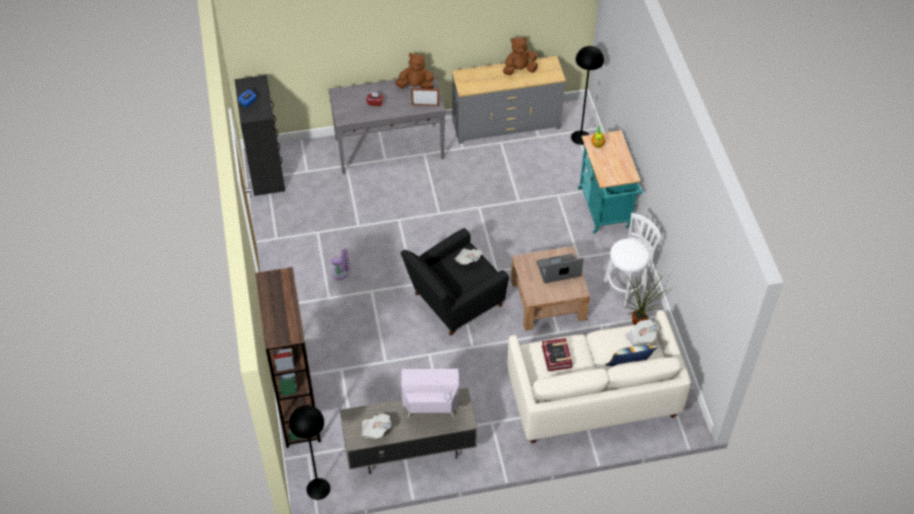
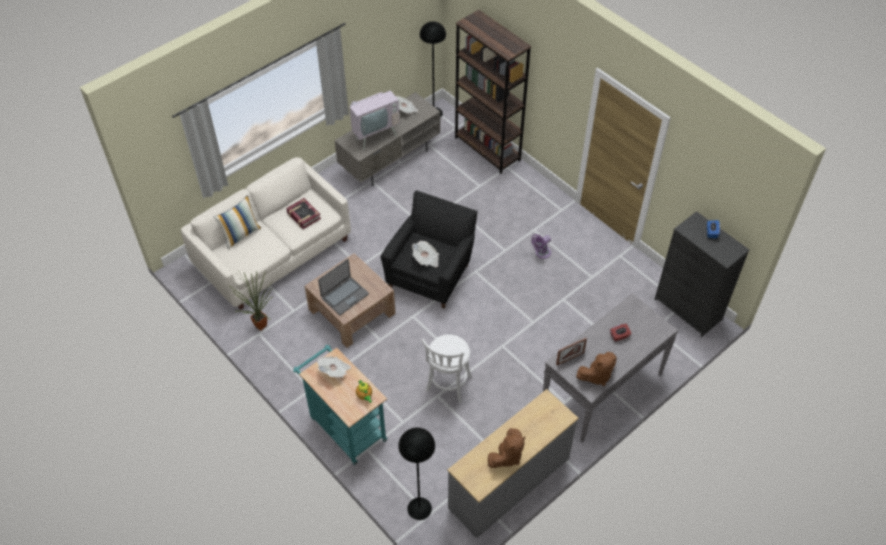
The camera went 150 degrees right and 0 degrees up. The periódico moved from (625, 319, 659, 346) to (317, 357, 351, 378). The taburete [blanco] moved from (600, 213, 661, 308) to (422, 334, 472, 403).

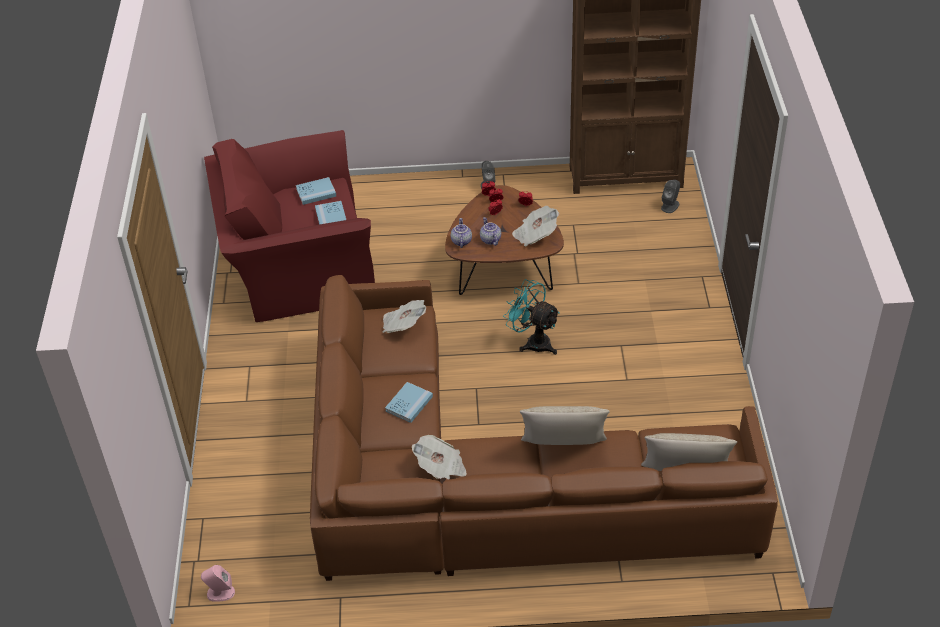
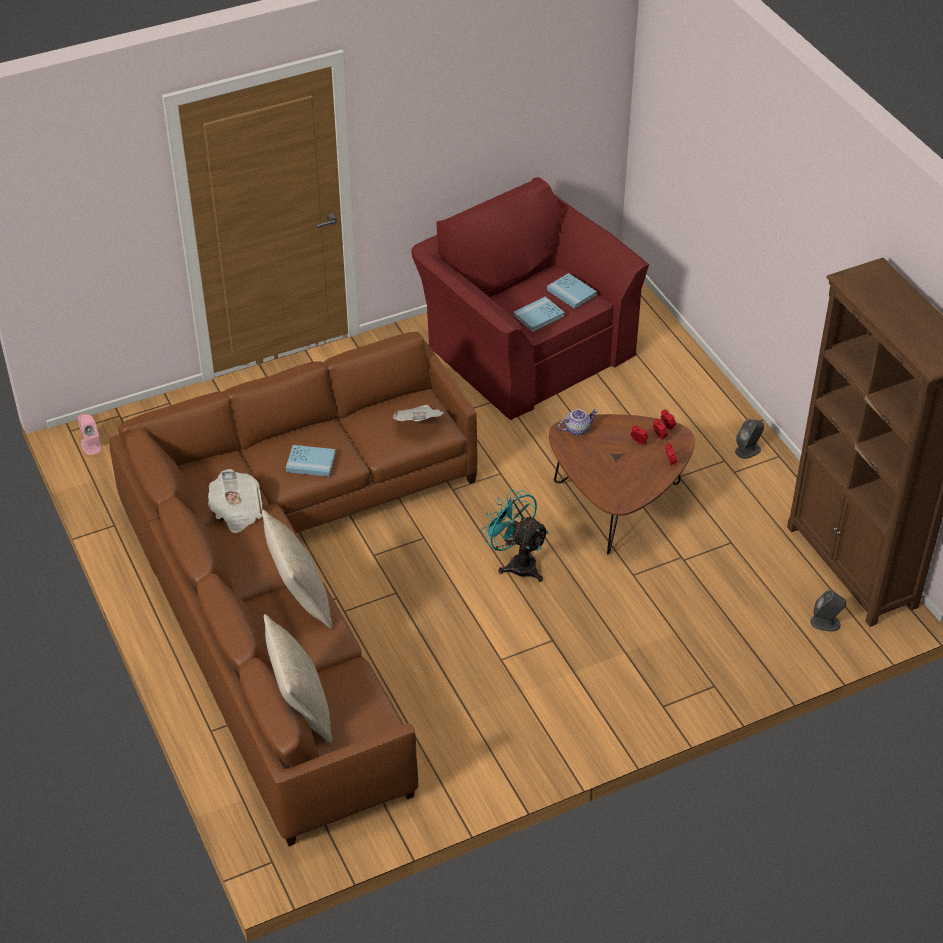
The camera went 65 degrees right and 0 degrees up. The ventilador [turquesa] at (503, 279, 560, 355) turned 60 degrees counterclockwise. The tetera at (480, 217, 501, 246) disappeared. The periódico at (512, 206, 559, 247) disappeared.

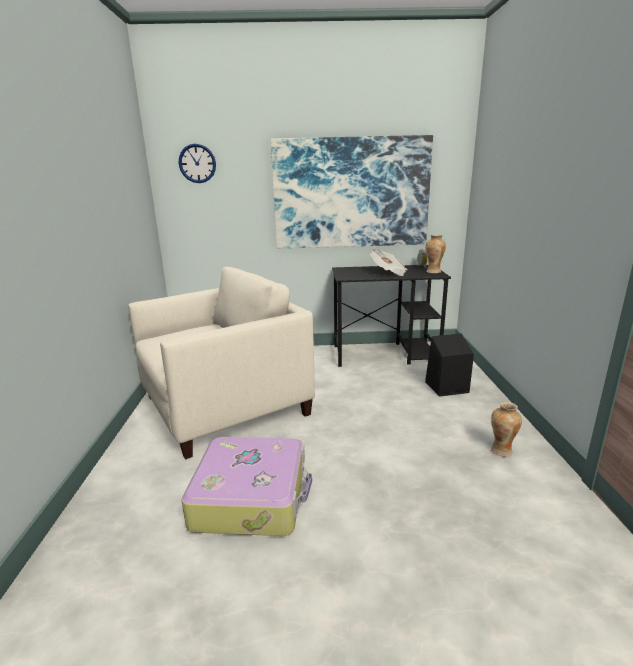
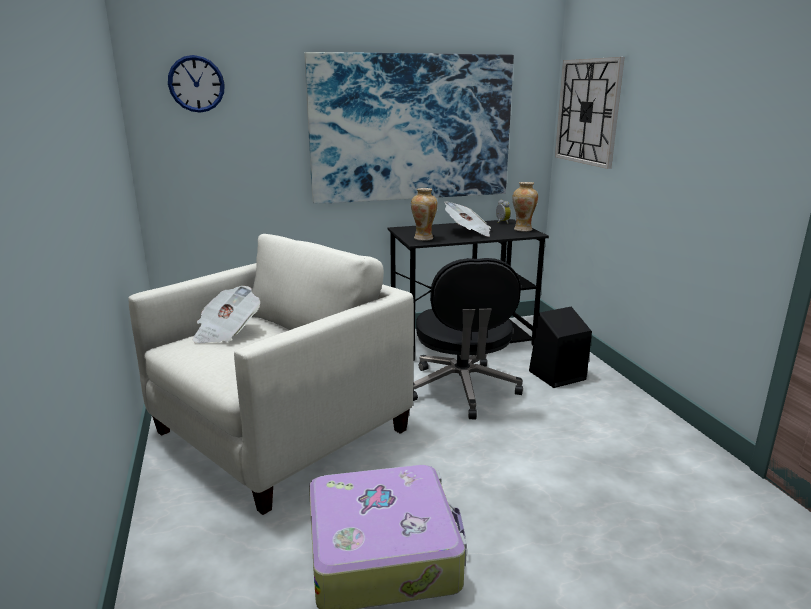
The camera went 15 degrees left and 0 degrees up. The periódico at (192, 286, 260, 343) appeared. The florero moved from (491, 402, 522, 457) to (411, 188, 438, 241). The silla de oficina [negro] at (413, 258, 523, 420) appeared. The reloj de pared at (555, 57, 625, 169) appeared.

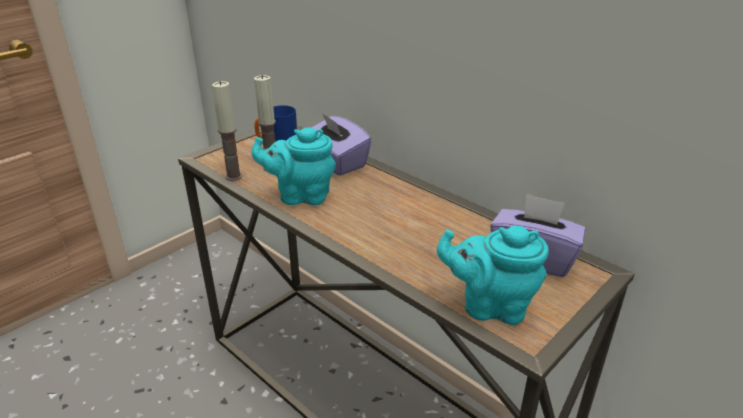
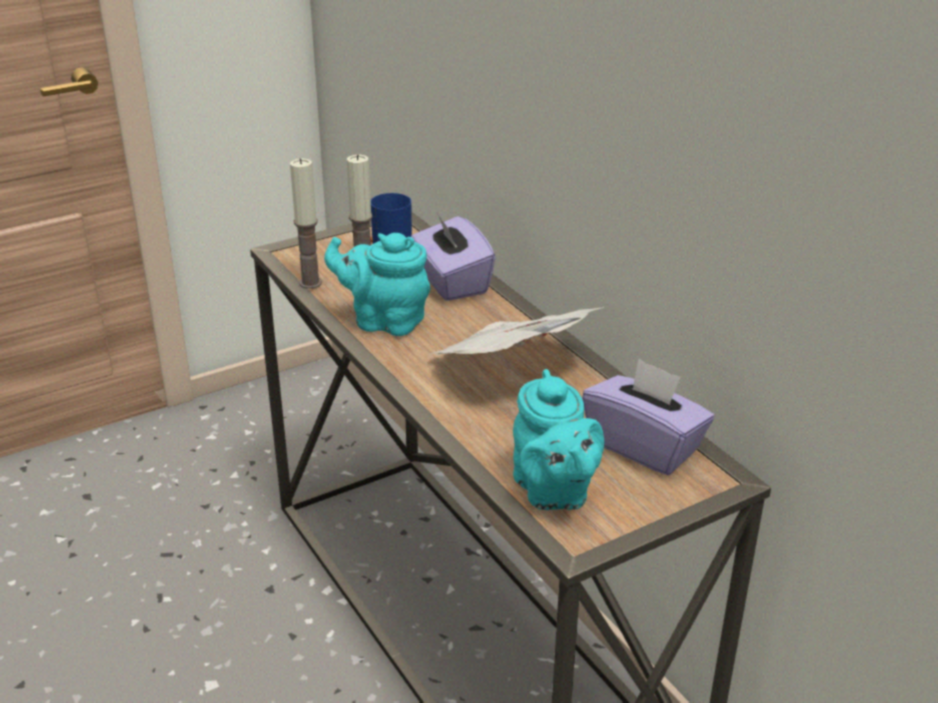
The camera went 15 degrees right and 0 degrees up. The periódico at (430, 307, 604, 355) appeared. The tetera [turquesa] at (437, 226, 549, 325) turned 135 degrees counterclockwise.

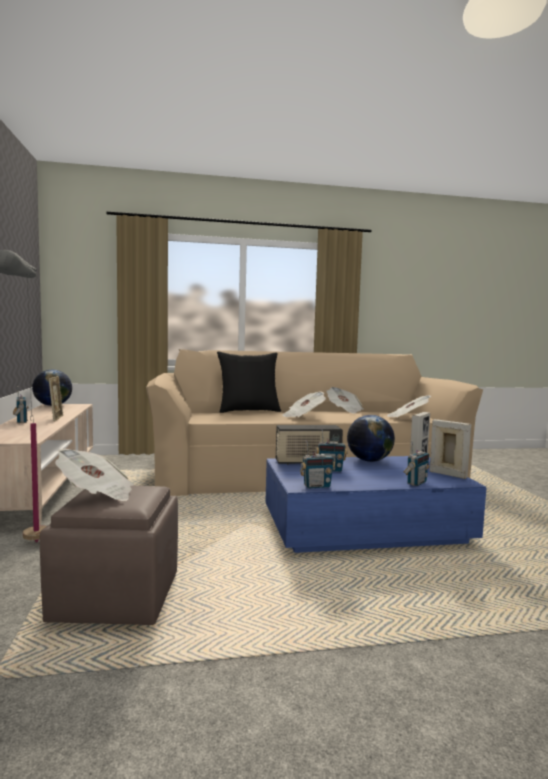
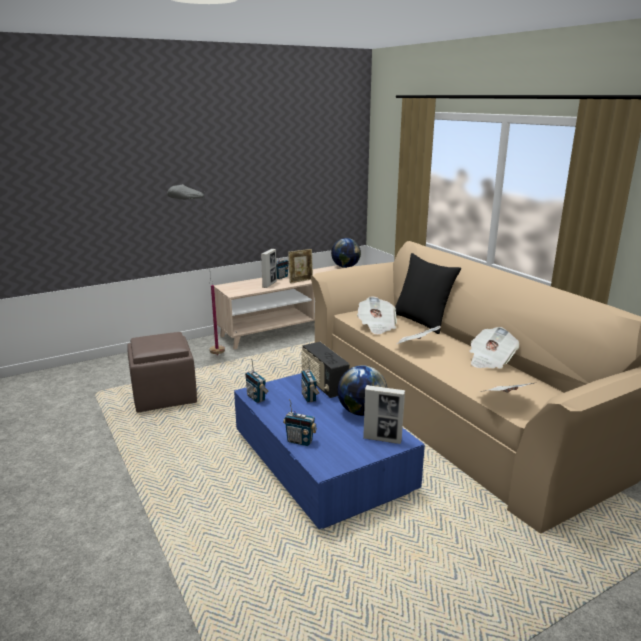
The camera went 70 degrees right and 15 degrees up. The portarretratos moved from (430, 419, 471, 479) to (261, 249, 277, 288). The periódico moved from (55, 449, 134, 501) to (357, 297, 397, 335).

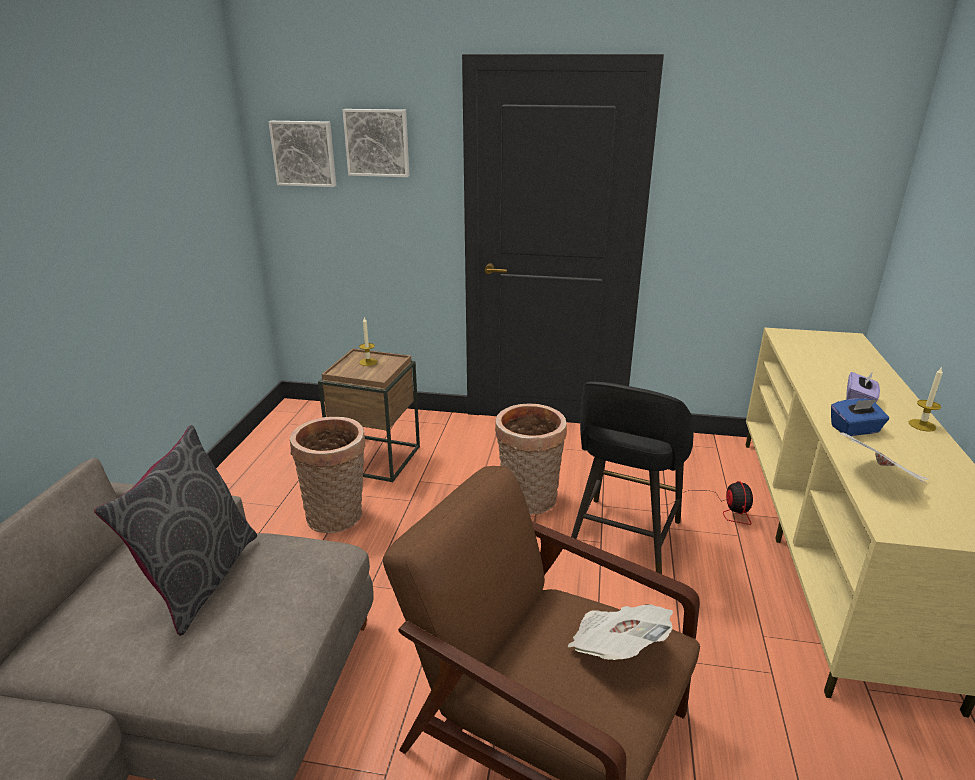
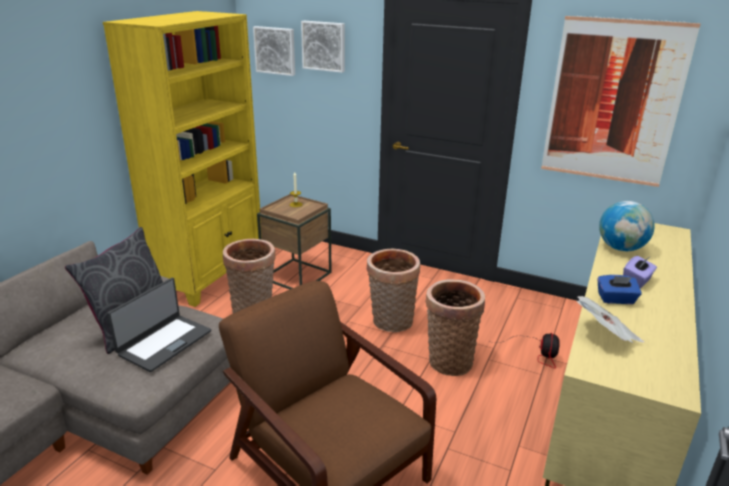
The camera went 15 degrees right and 0 degrees up. The estantería [amarillo] at (103, 11, 262, 307) appeared. The portátil at (107, 278, 211, 372) appeared. The taburete [negro] at (571, 382, 694, 574) was replaced by the cesta at (425, 279, 485, 376). The cuadro at (541, 16, 701, 187) appeared. The globo terráqueo at (599, 201, 655, 251) appeared. The periódico at (567, 604, 673, 660) disappeared. The vela at (909, 366, 943, 432) disappeared.

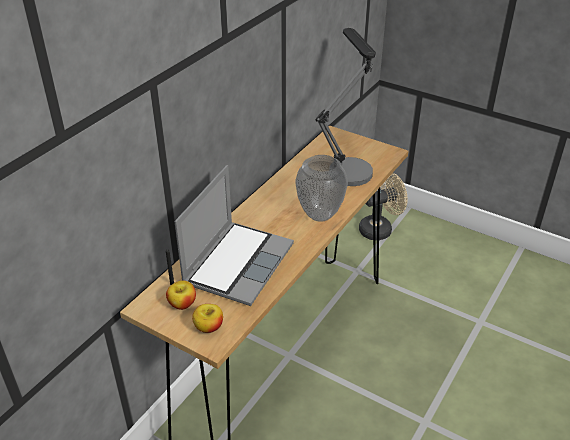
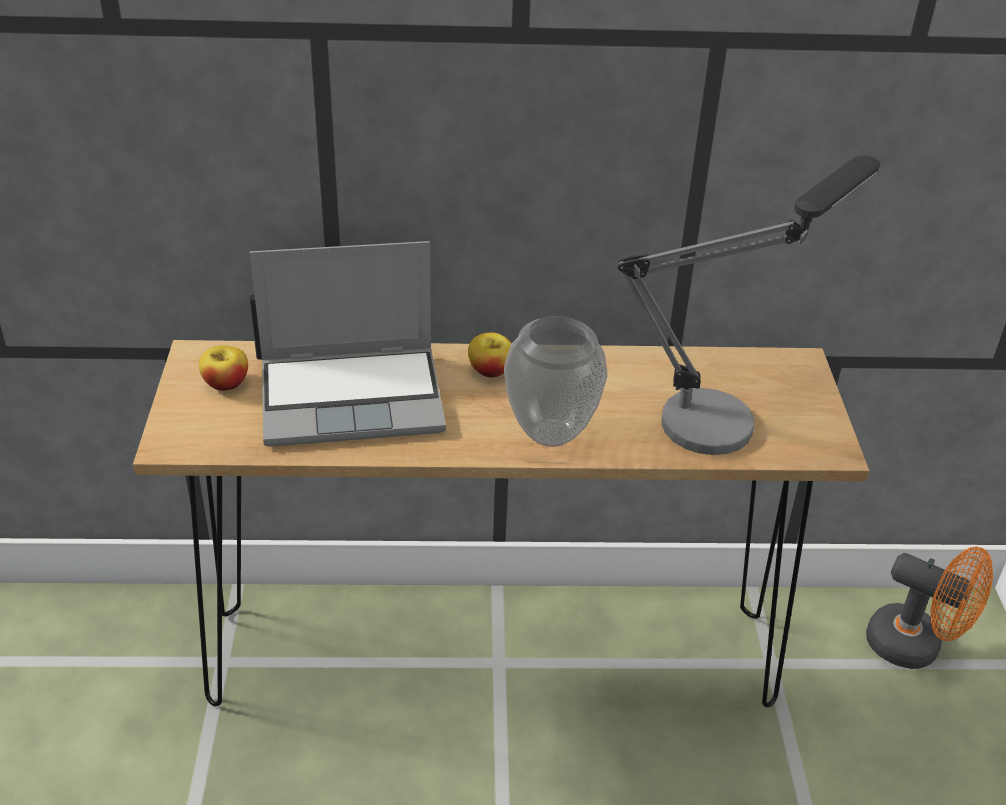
The camera went 55 degrees right and 0 degrees up. The manzana moved from (192, 304, 223, 333) to (468, 333, 512, 378). The ventilador [beis] at (359, 173, 408, 241) became the ventilador [naranja] at (866, 547, 993, 669).

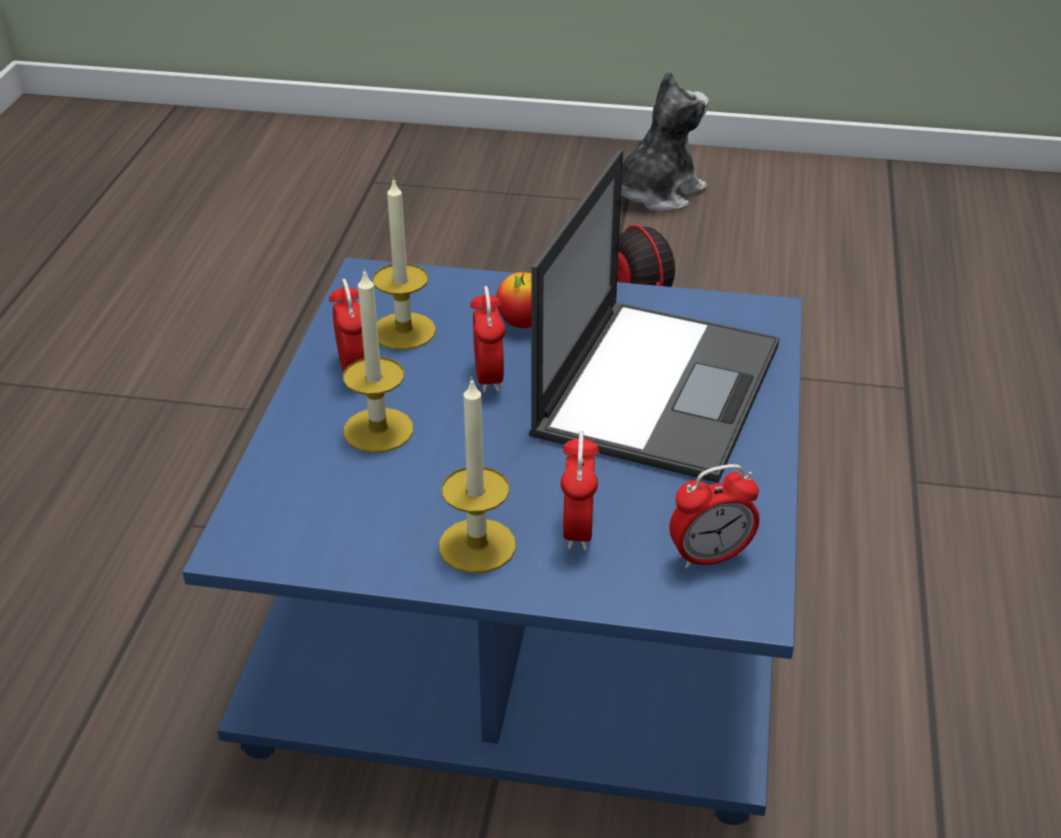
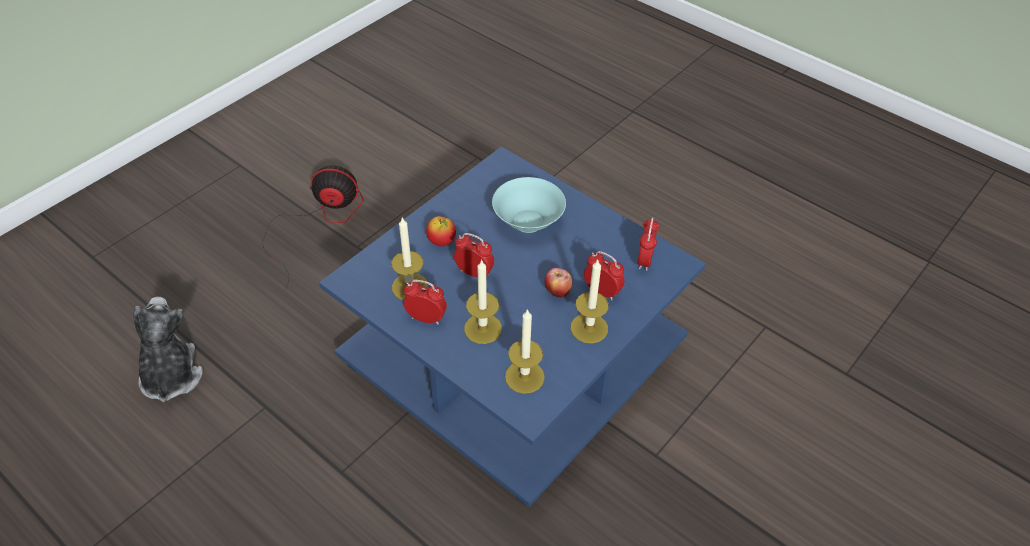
The camera went 60 degrees left and 10 degrees up. The peluche moved from (621, 70, 709, 212) to (133, 297, 203, 402). The portátil at (529, 149, 780, 483) was replaced by the cuenco [turquesa] at (492, 177, 566, 233). The vela at (505, 309, 545, 394) appeared. The manzana at (545, 268, 572, 298) appeared.

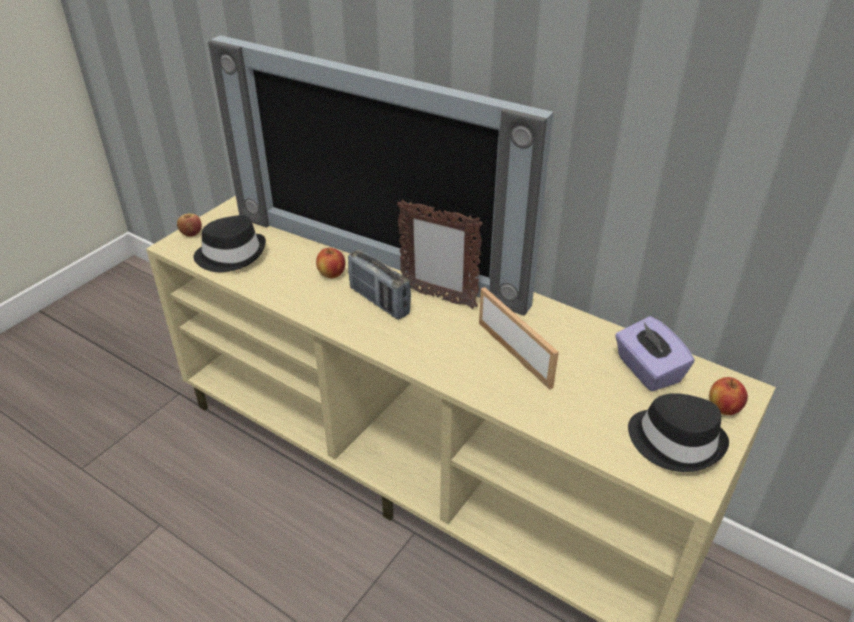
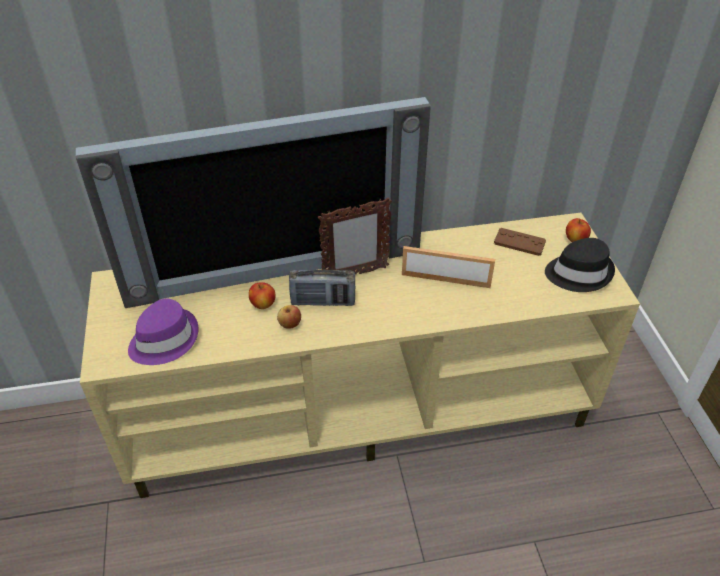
The camera went 45 degrees left and 5 degrees up. The sombrero [negro] at (193, 215, 266, 272) became the sombrero [morado] at (128, 299, 198, 365). The manzana moved from (177, 214, 202, 237) to (277, 305, 301, 329). The caja de pañuelos [morado] at (615, 316, 695, 391) was replaced by the mando de consola [marrón] at (494, 228, 546, 256).

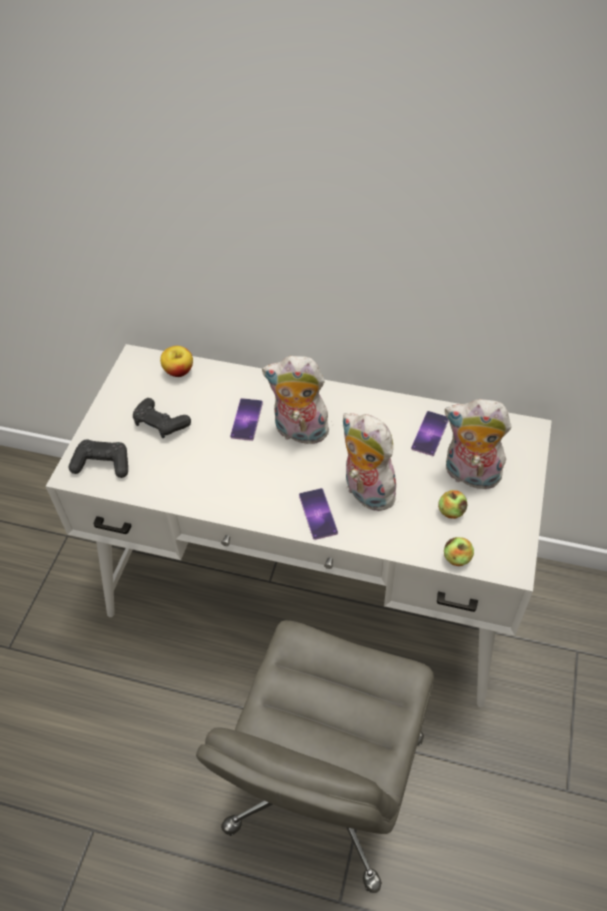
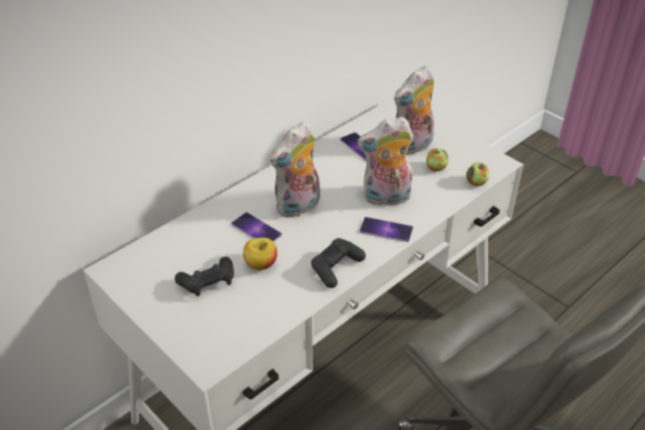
The camera went 60 degrees left and 10 degrees down. The manzana moved from (160, 346, 193, 377) to (243, 237, 277, 270). The mando de consola [negro] moved from (68, 439, 128, 478) to (311, 238, 366, 288).

